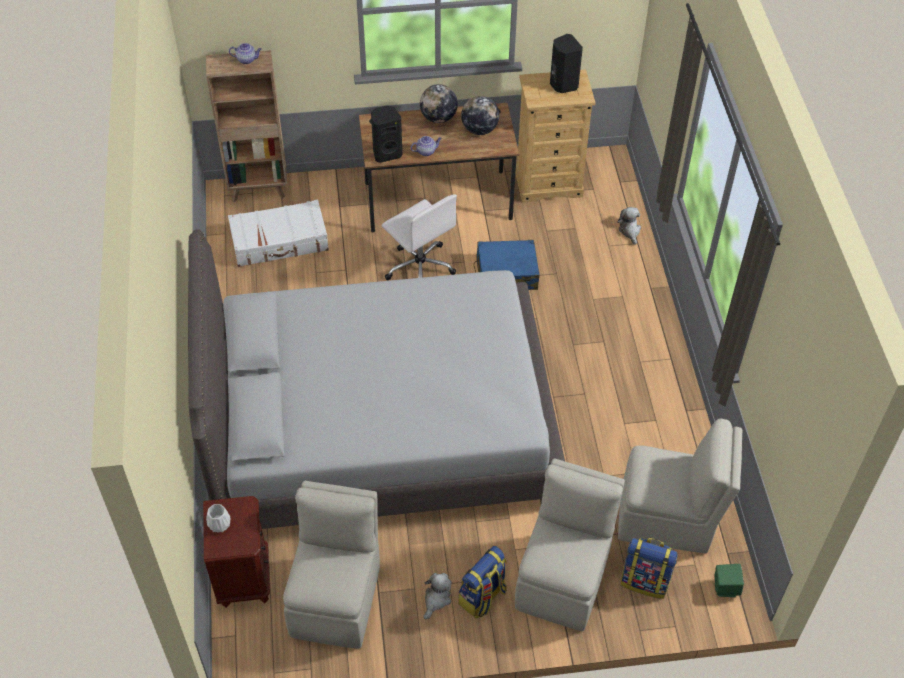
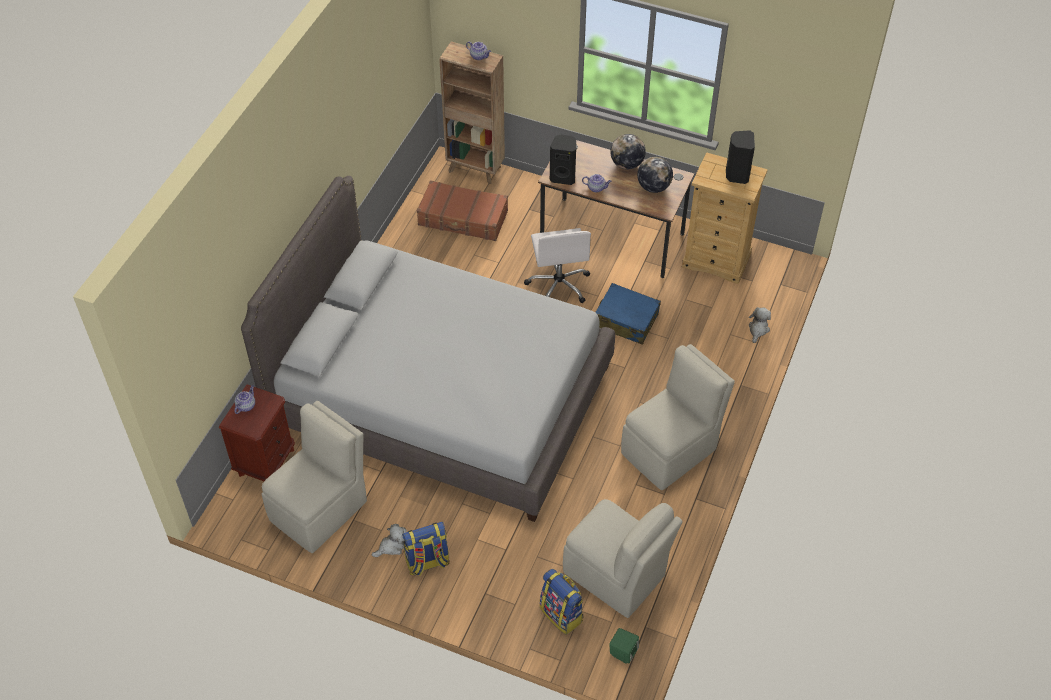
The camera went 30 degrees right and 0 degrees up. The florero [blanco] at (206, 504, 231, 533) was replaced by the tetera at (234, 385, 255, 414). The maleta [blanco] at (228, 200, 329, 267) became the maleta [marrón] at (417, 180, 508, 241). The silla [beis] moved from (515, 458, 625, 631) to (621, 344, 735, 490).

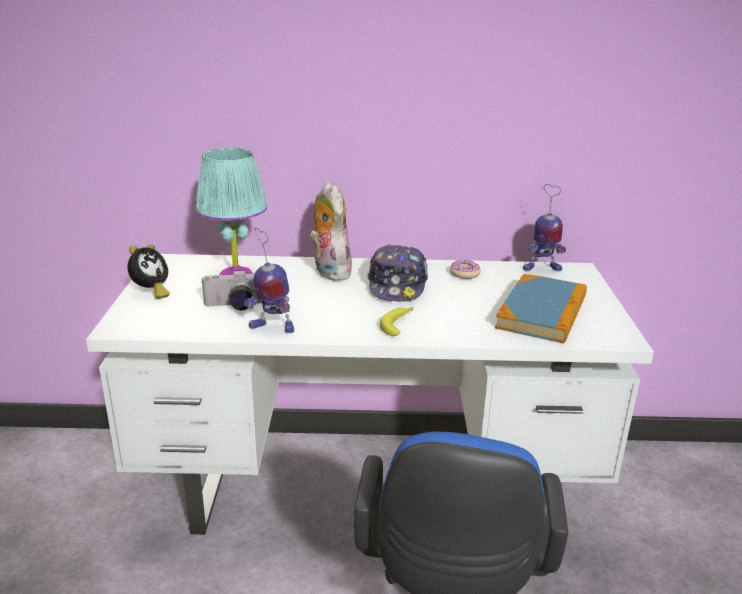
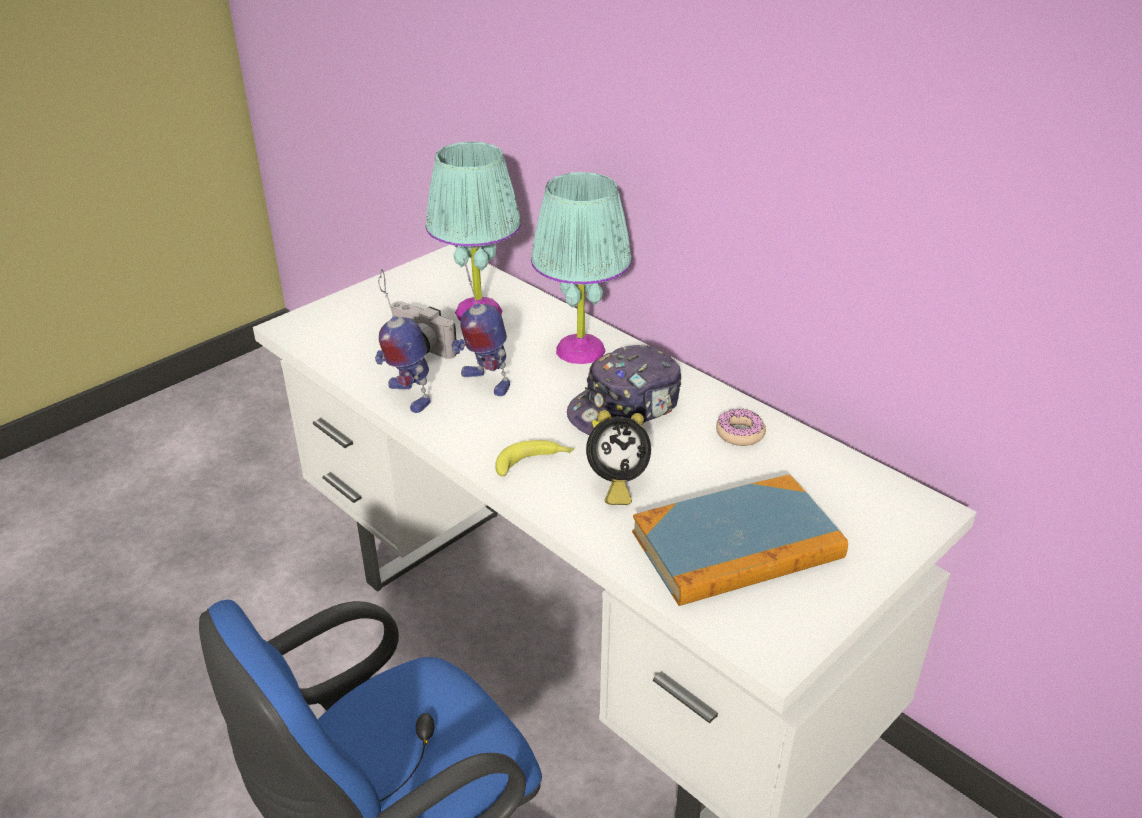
The camera went 45 degrees right and 10 degrees up. The robot de juguete moved from (523, 184, 566, 271) to (451, 258, 510, 396). The peluche at (310, 183, 352, 281) was replaced by the lámpara de mesa [turquesa] at (531, 172, 632, 364). The despertador moved from (127, 245, 170, 299) to (586, 410, 651, 505).

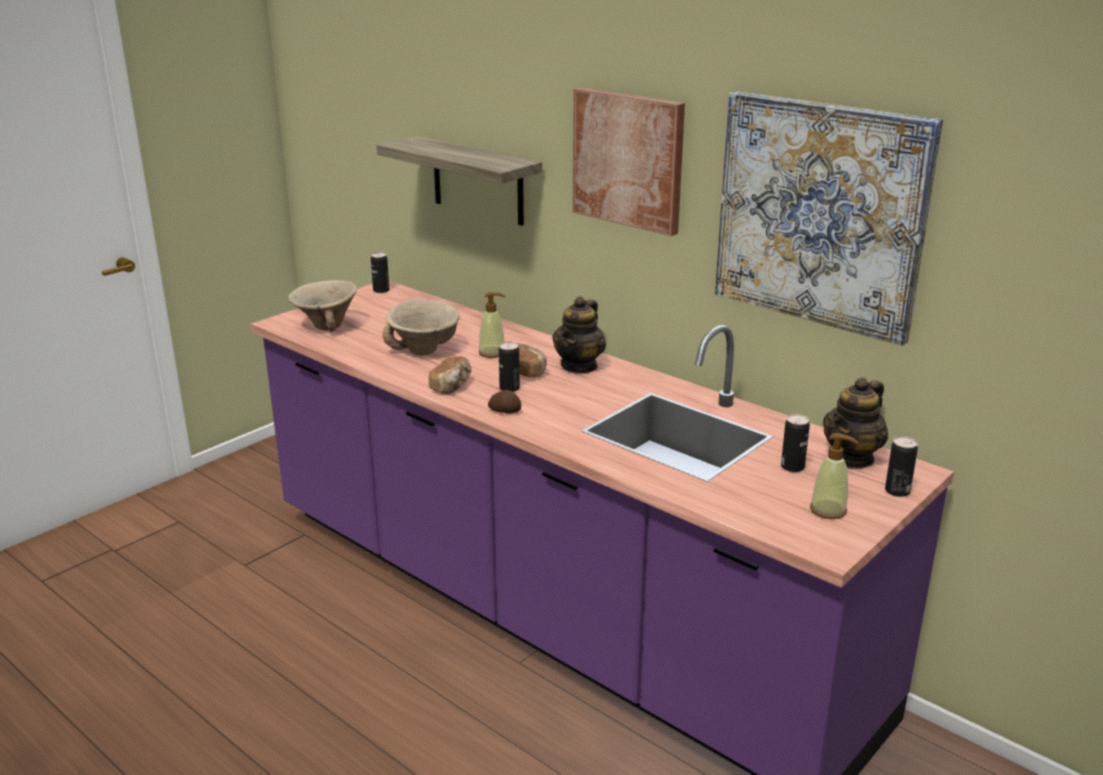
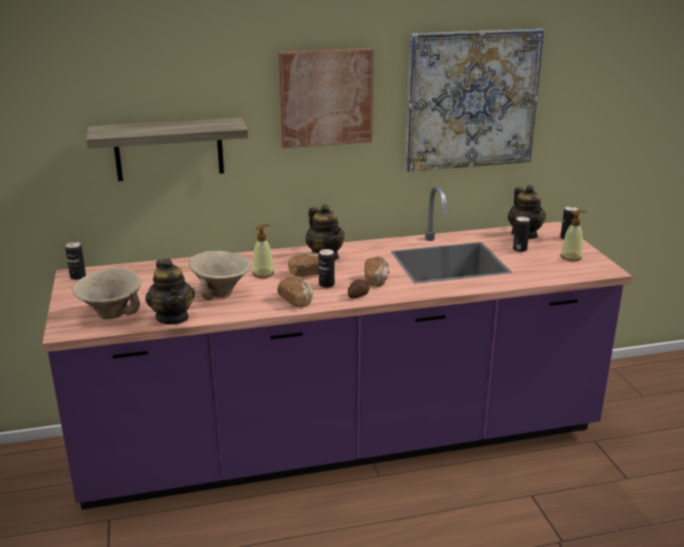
The camera went 55 degrees left and 0 degrees up. The tetera at (145, 258, 195, 325) appeared. The pan at (365, 256, 389, 287) appeared.

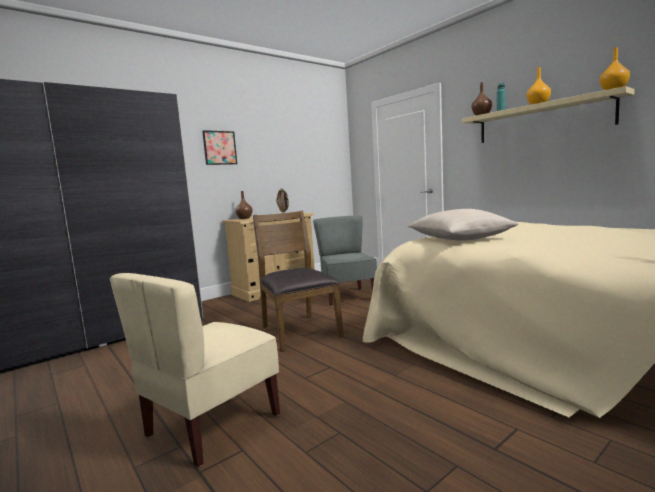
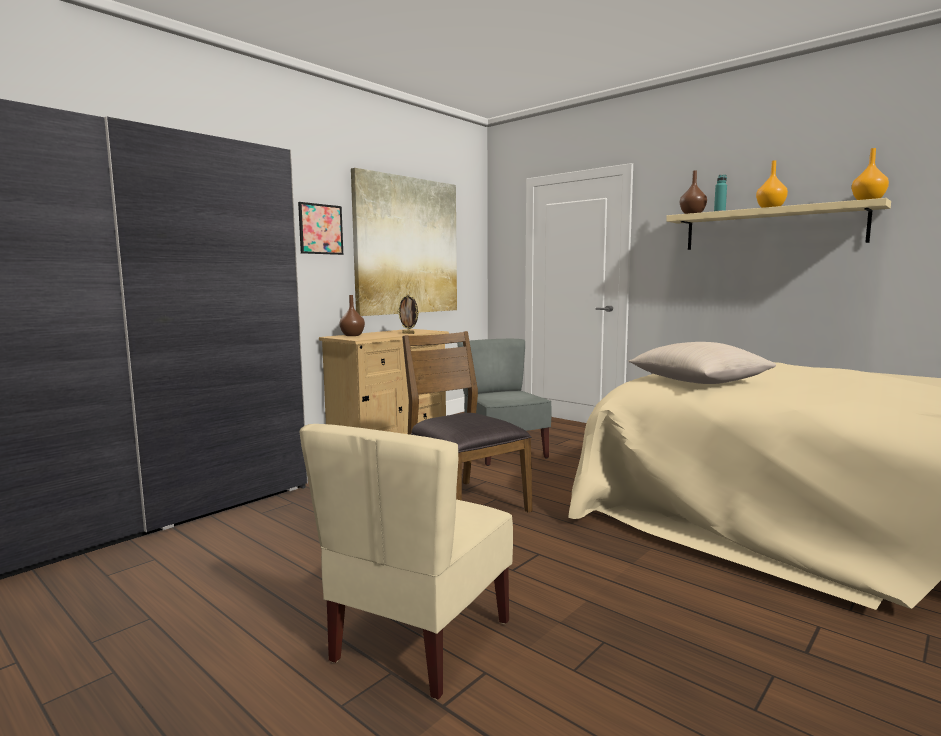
The camera went 10 degrees left and 0 degrees up. The cuadro at (351, 168, 457, 316) appeared.

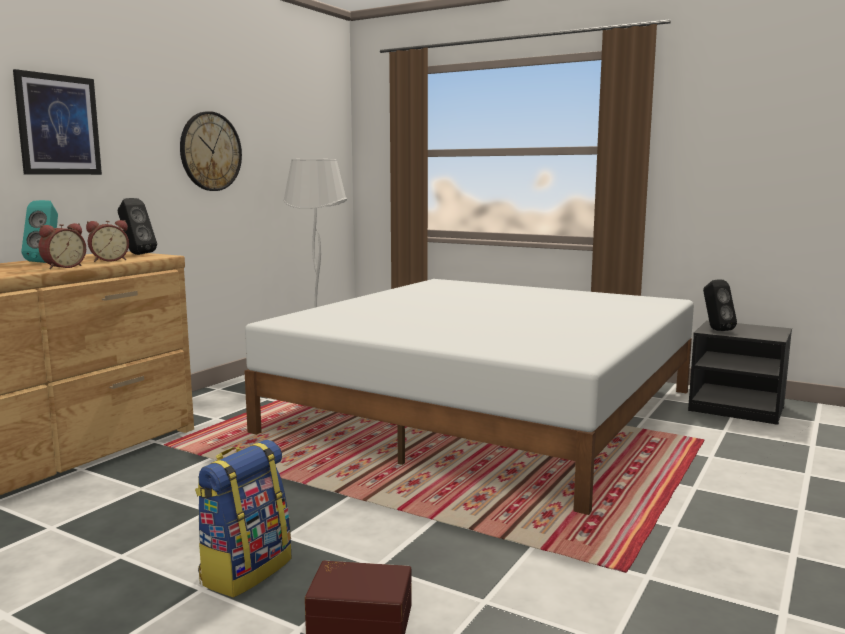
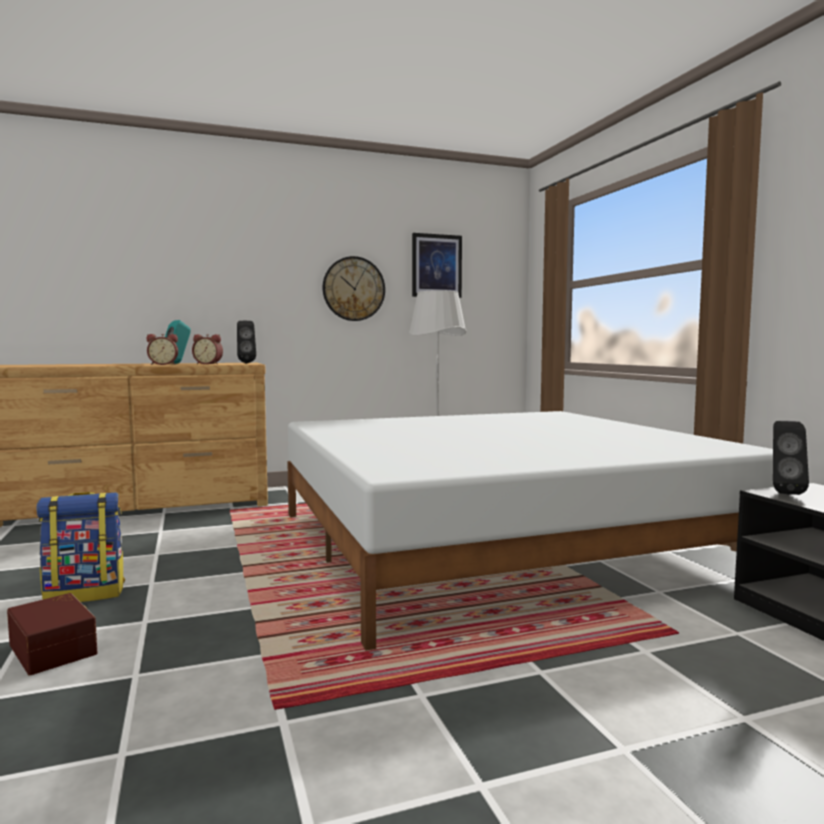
The camera went 40 degrees right and 5 degrees down. The cuadro moved from (13, 69, 102, 175) to (412, 233, 462, 298).

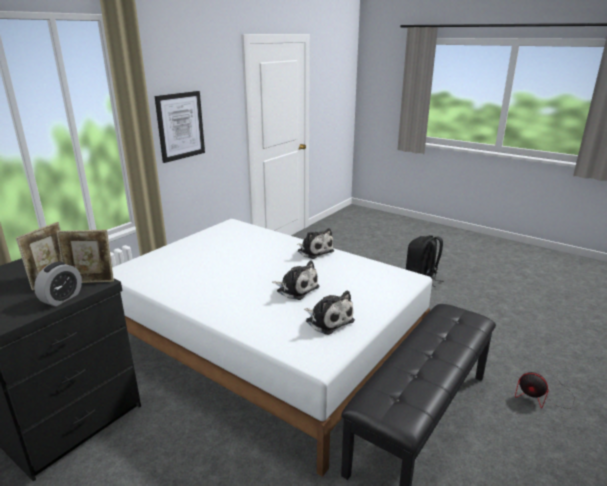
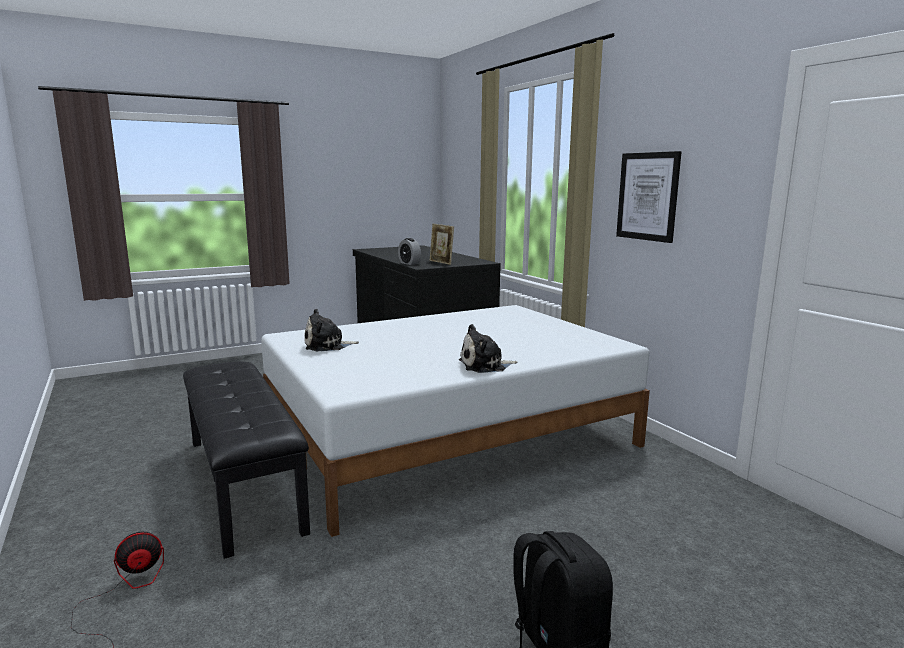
The camera went 115 degrees right and 10 degrees down. The portarretratos at (57, 230, 114, 283) disappeared. The peluche at (272, 261, 319, 300) disappeared.

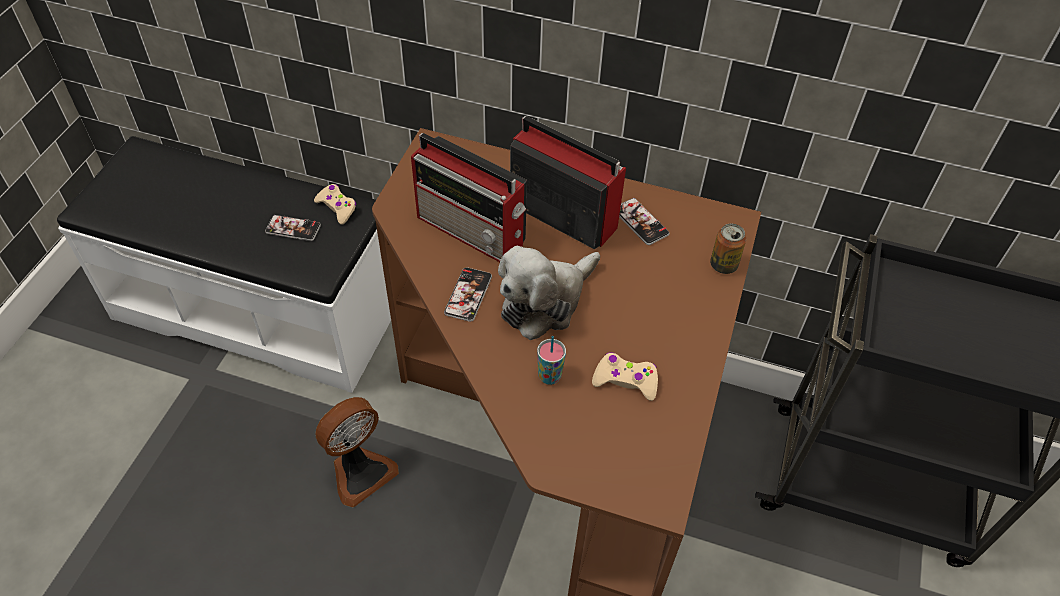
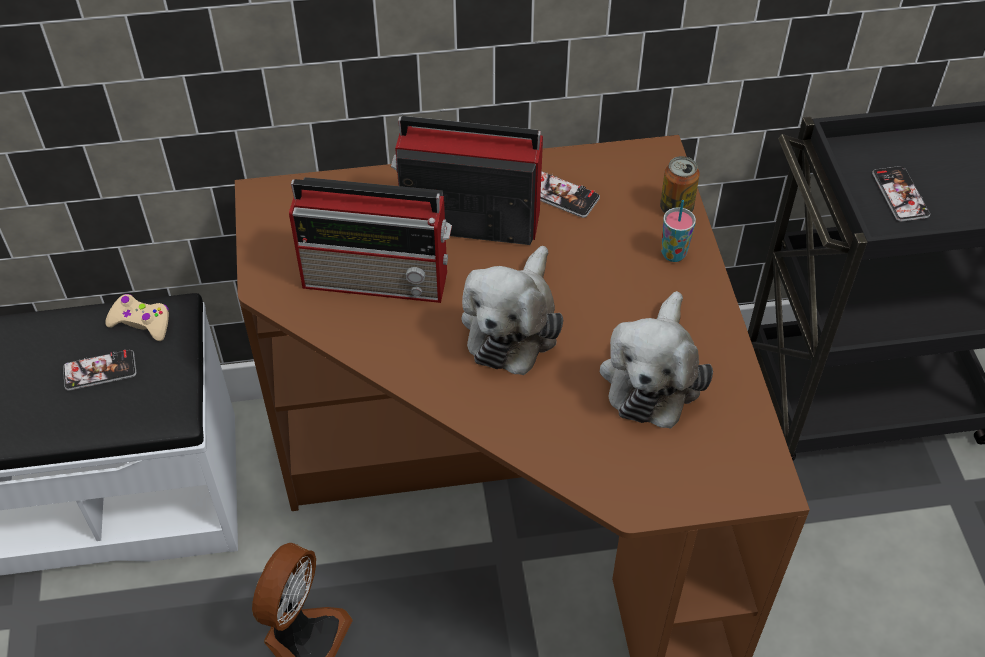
The camera went 25 degrees left and 0 degrees up. The mando de consola [beis] at (592, 352, 658, 401) was replaced by the peluche at (600, 291, 713, 429). The taza moved from (537, 336, 566, 385) to (661, 200, 696, 262). The móvil moved from (444, 267, 492, 322) to (872, 166, 930, 222).

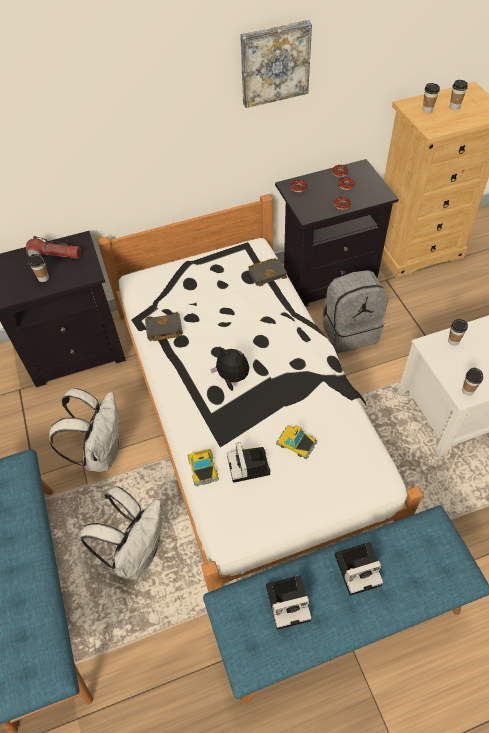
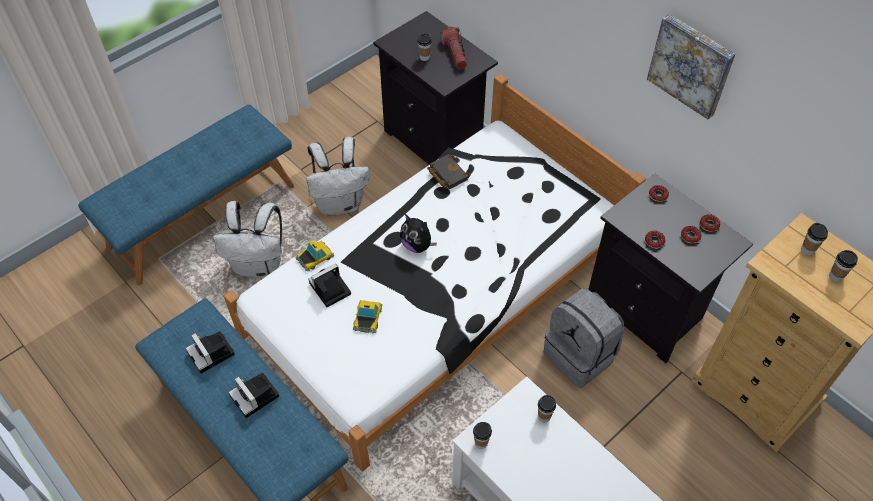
The camera went 65 degrees right and 0 degrees up. The peluche at (211, 347, 249, 391) turned 135 degrees clockwise. The libro [negro] at (248, 258, 287, 287) disappeared.

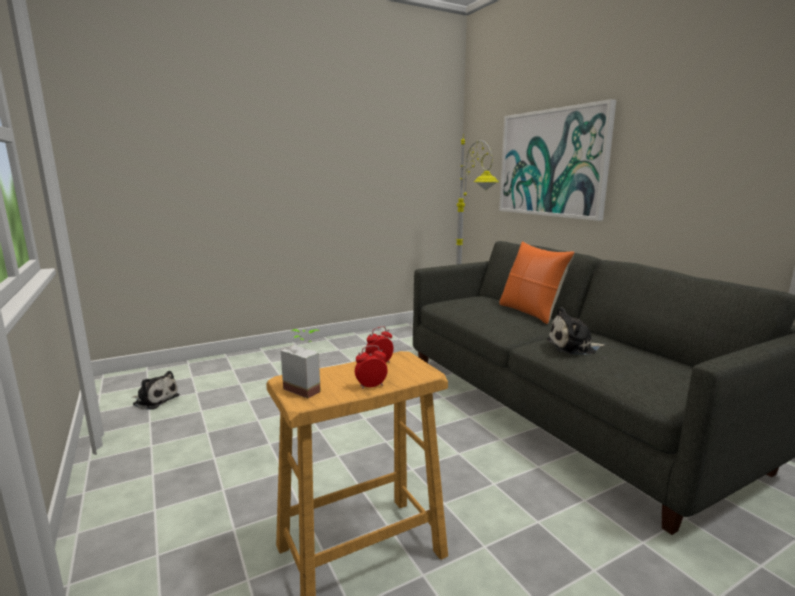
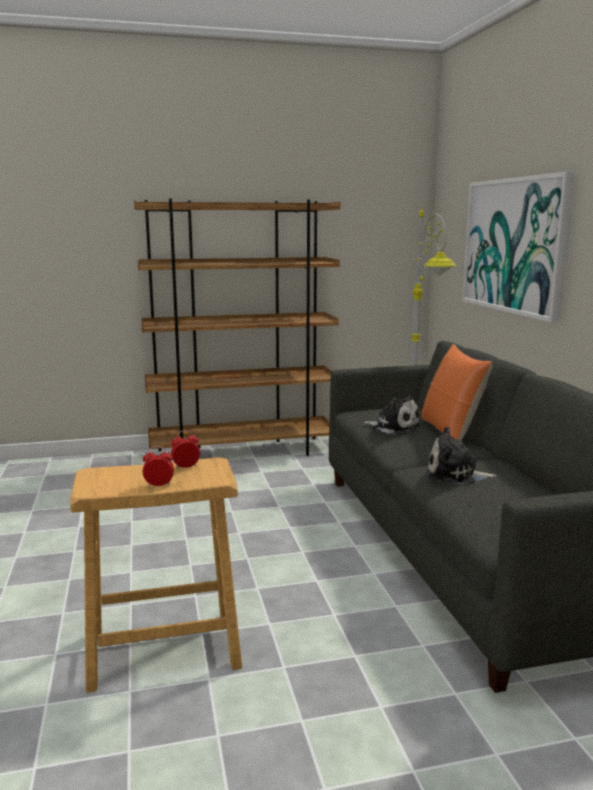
The camera went 15 degrees right and 0 degrees up. The estantería [marrón] at (134, 198, 340, 456) appeared. The peluche moved from (132, 371, 179, 410) to (364, 395, 420, 435). The planta en maceta at (281, 329, 321, 398) disappeared.

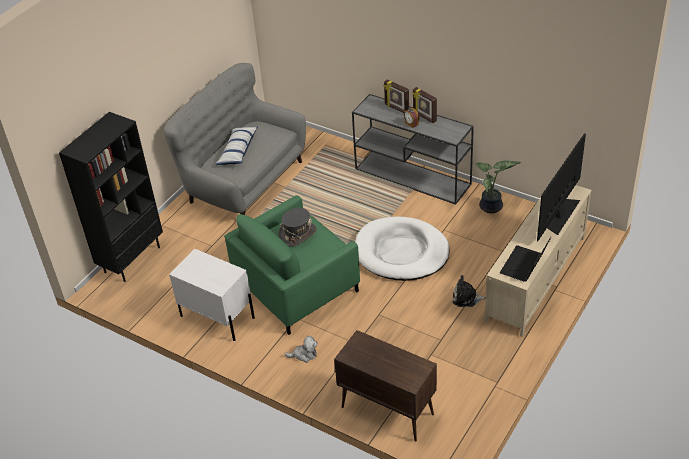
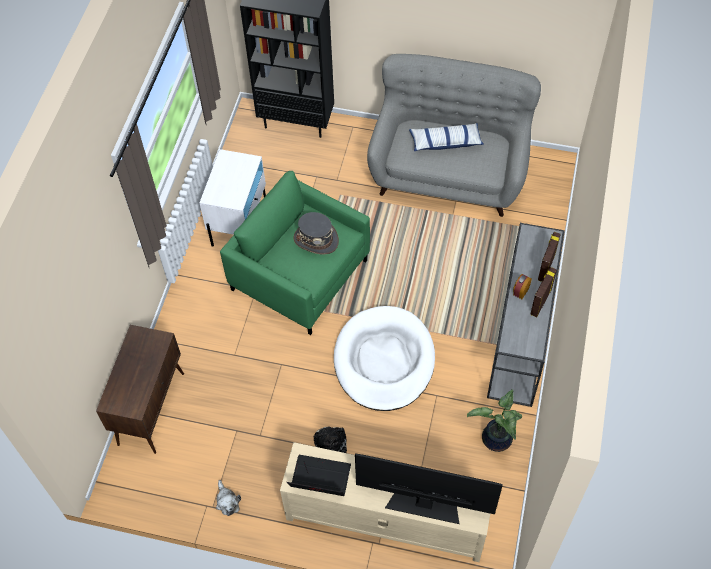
The camera went 70 degrees right and 15 degrees up. The peluche moved from (284, 336, 318, 363) to (216, 480, 241, 516).

